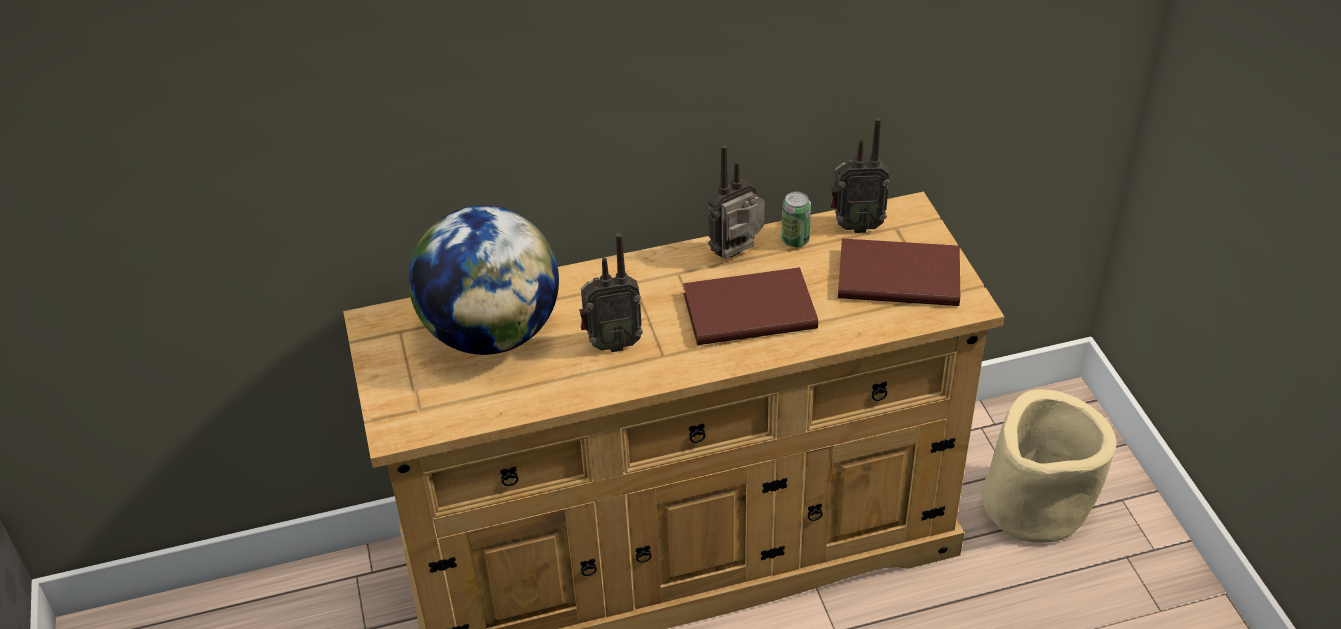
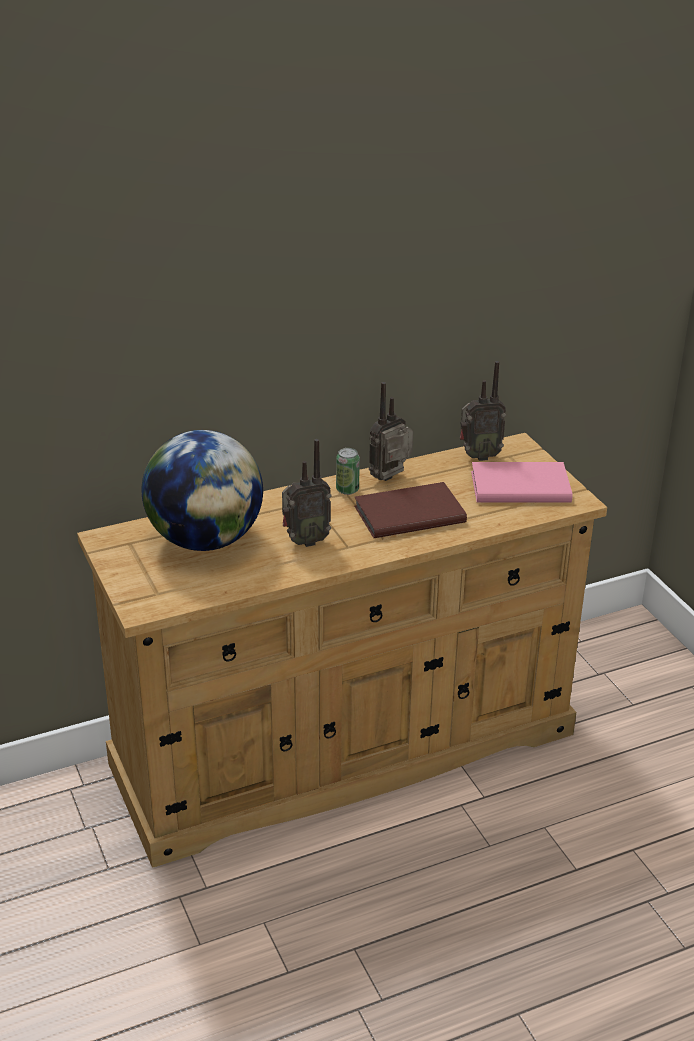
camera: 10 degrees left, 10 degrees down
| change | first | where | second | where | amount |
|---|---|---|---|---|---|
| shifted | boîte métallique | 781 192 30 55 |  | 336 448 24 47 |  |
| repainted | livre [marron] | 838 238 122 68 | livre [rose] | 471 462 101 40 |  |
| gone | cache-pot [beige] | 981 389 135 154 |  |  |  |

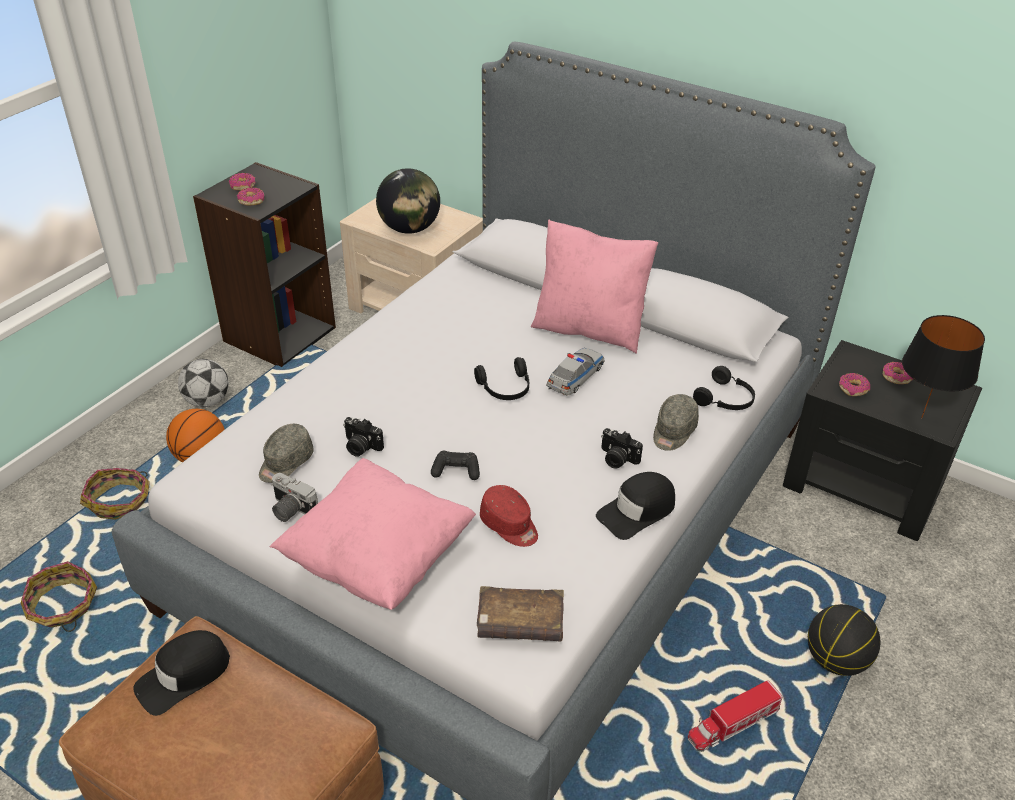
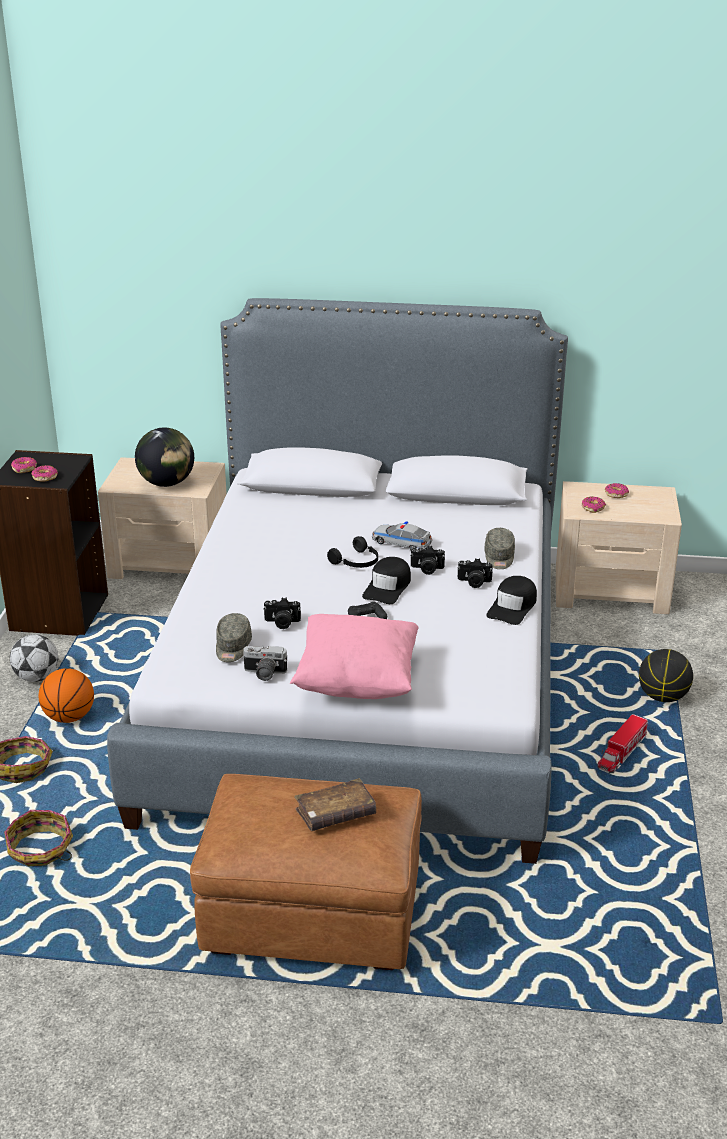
camera: 25 degrees left, 10 degrees down
| change | first | where | second | where | amount |
|---|---|---|---|---|---|
| shifted | casquette [noir] | 133 630 97 86 |  | 362 557 49 47 |  |
| shifted | livre [marron] | 477 586 87 56 |  | 294 778 82 53 |  |
| gone | casquette [rouge] | 480 485 58 62 |  |  |  |
| gone | coussin [rose] | 531 220 127 133 |  |  |  |
| rotated | petite voiture | 546 348 59 48 |  | 372 521 60 29 | 75 degrees counterclockwise |
| gone | casque audio [noir] | 693 366 62 44 |  |  |  |
| repainted | table de chevet [noir] | 783 340 199 201 | table de chevet [beige] | 556 481 126 133 |  |
| gone | lampe de table [noir] | 902 315 83 104 |  |  |  |
| new |  |  | appareil photo | 410 546 35 29 |  |

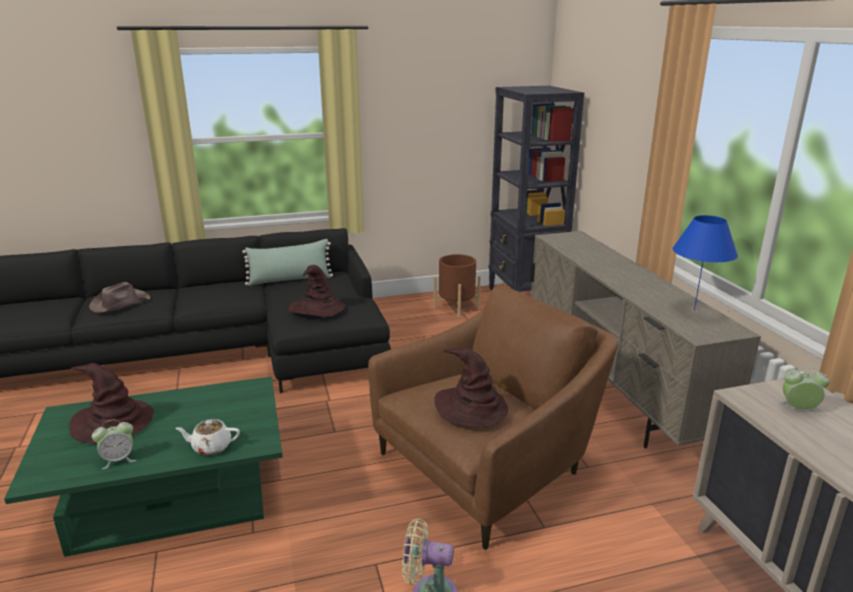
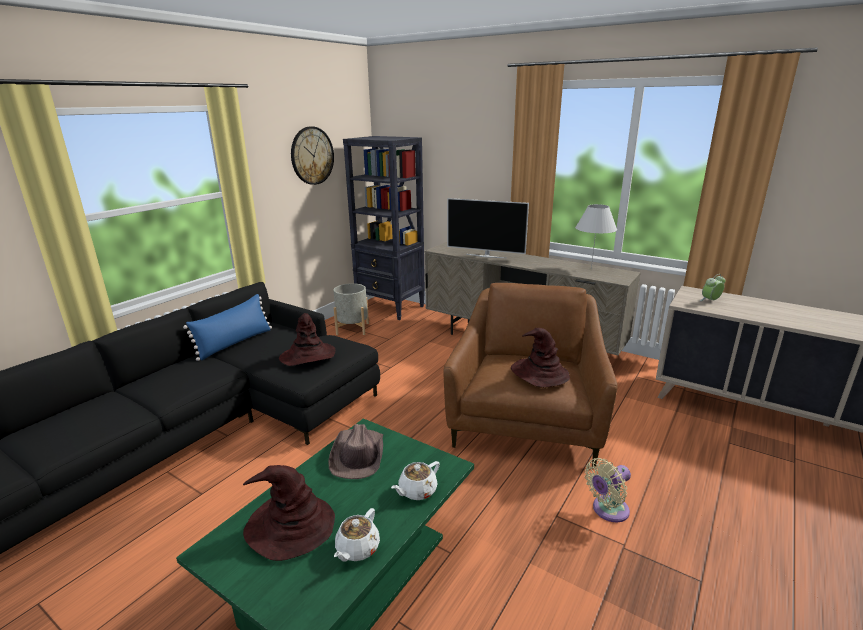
camera: 40 degrees left, 0 degrees up
| change | first | where | second | where | amount |
|---|---|---|---|---|---|
| shifted | chapeau [marron] | 89 282 62 31 |  | 328 424 55 55 |  |
| swapped | réveil | 92 419 44 50 | théière [blanc] | 334 508 46 53 |  |
| repainted | coussin [vert] | 242 239 91 47 | coussin [bleu] | 183 294 89 67 |  |
| repainted | cache-pot [marron] | 434 254 47 63 | cache-pot [gris] | 333 283 36 52 |  |
| repainted | lampe de table [bleu] | 673 215 65 95 | lampe de table [blanc] | 575 204 42 65 |  |
| new |  |  | horloge murale | 291 126 43 59 |  |
| new |  |  | téléviseur | 447 198 82 60 |  |

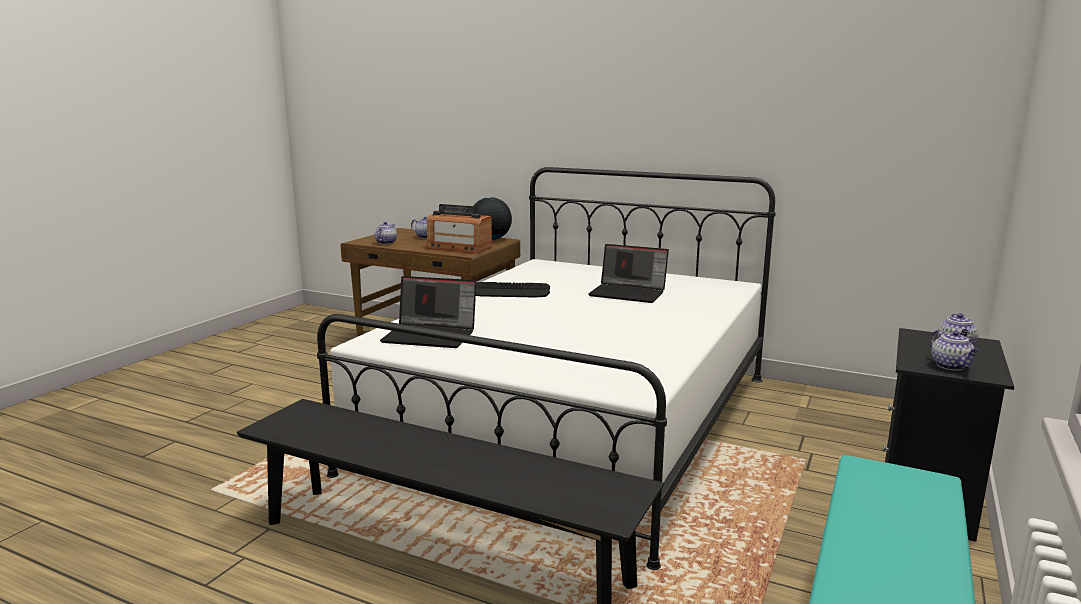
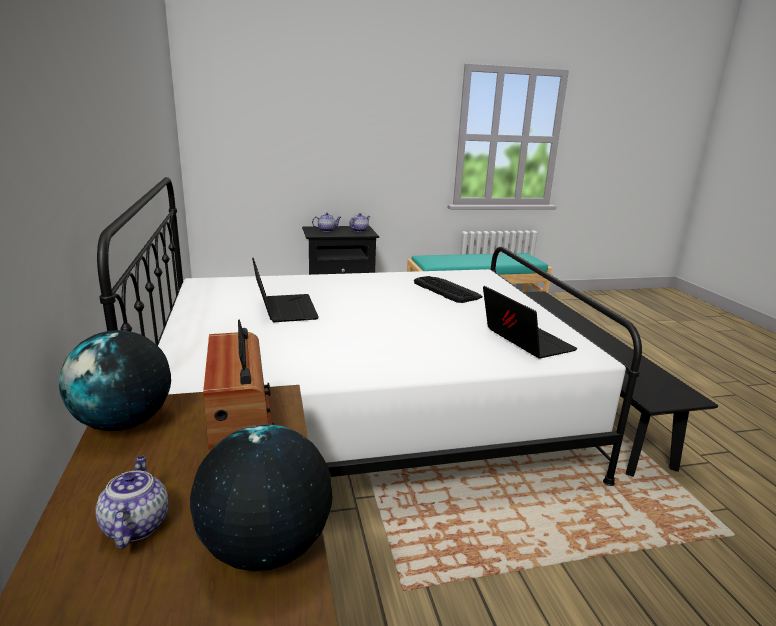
camera: 130 degrees left, 5 degrees up
| change | first | where | second | where | amount |
|---|---|---|---|---|---|
| swapped | théière | 374 222 23 22 | globe | 190 424 142 148 |  |
| shifted | clavier | 476 282 74 16 |  | 414 276 69 27 |  |

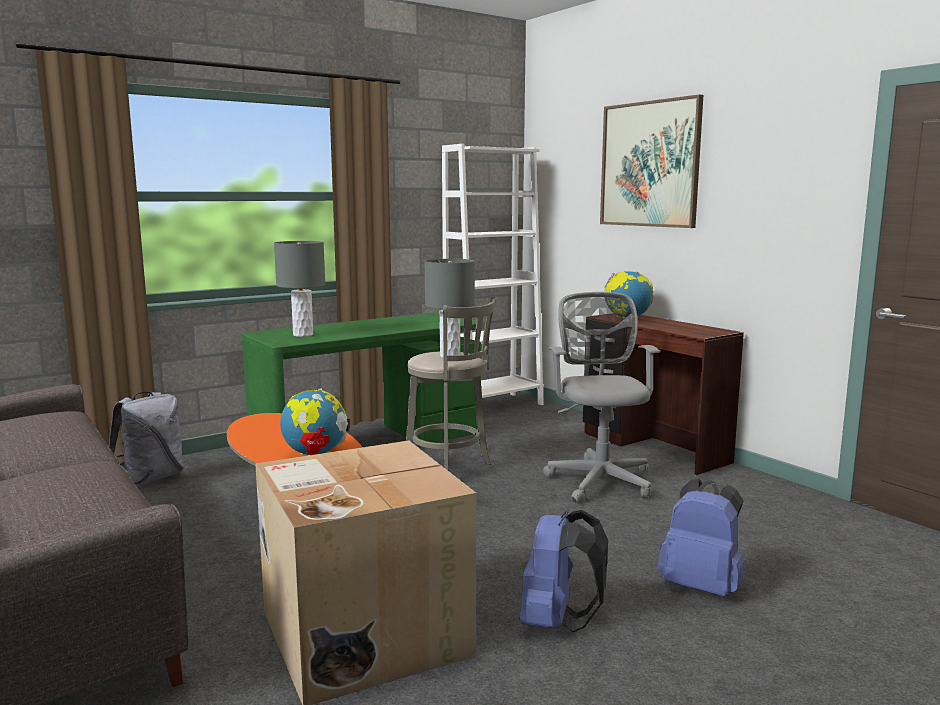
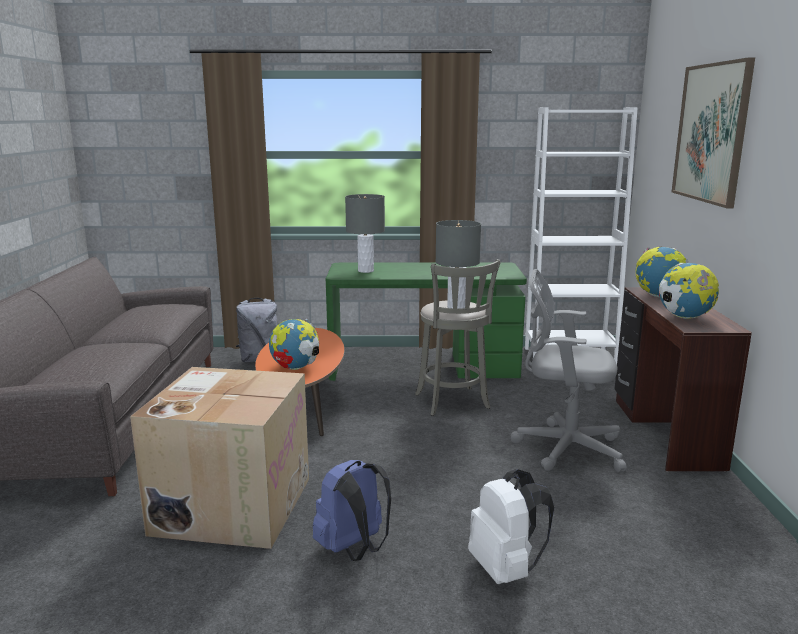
camera: 35 degrees right, 5 degrees up
| change | first | where | second | where | amount |
|---|---|---|---|---|---|
| rotated | chaise de bureau [gris] | 543 292 118 212 |  | 510 269 117 203 | 105 degrees counterclockwise |
| repainted | sac à dos [bleu] | 658 479 86 118 | sac à dos [blanc] | 468 469 86 115 |  |
| new |  |  | globe | 659 263 60 56 |  |

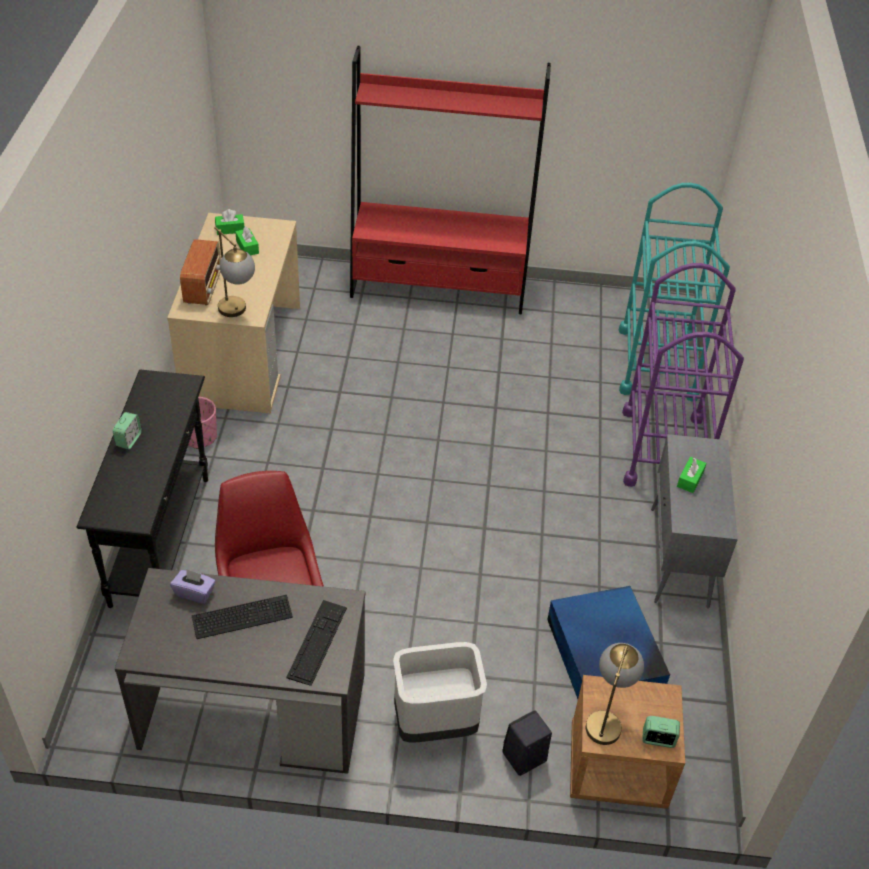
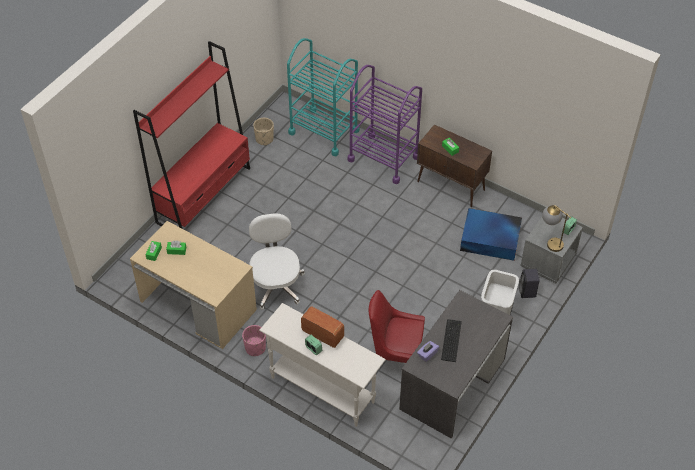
camera: 60 degrees left, 5 degrees up
| change | first | where | second | where | amount |
|---|---|---|---|---|---|
| repainted | table console [noir] | 77 369 131 239 | table console [blanc] | 259 303 127 124 |  |
| shifted | radio | 180 239 41 66 |  | 301 306 43 42 |  |
| gone | lampe de table | 214 227 41 90 |  |  |  |
| gone | clavier | 286 600 61 86 |  |  |  |
| repainted | table de chevet [marron] | 570 675 115 134 | table de chevet [gris] | 520 217 63 66 |  |
| repainted | meuble de rangement [gris] | 651 434 87 174 | meuble de rangement [marron] | 417 124 75 83 |  |
| new |  |  | chaise de bureau [blanc] | 249 213 56 96 |  |
| new |  |  | cache-pot [beige] | 253 118 21 28 |  |

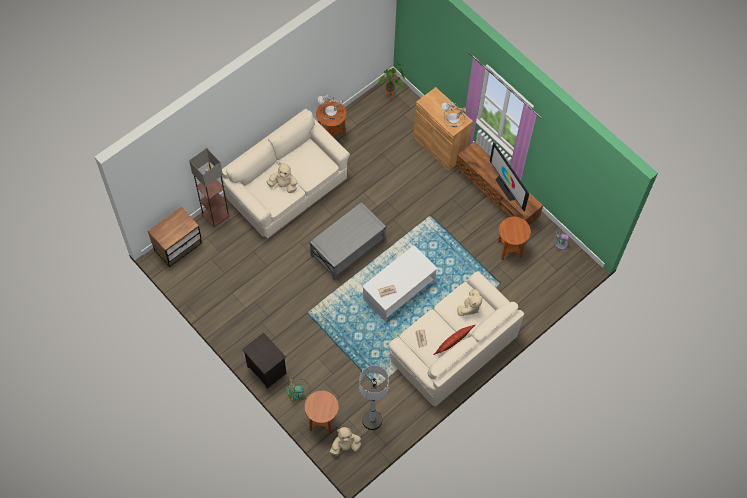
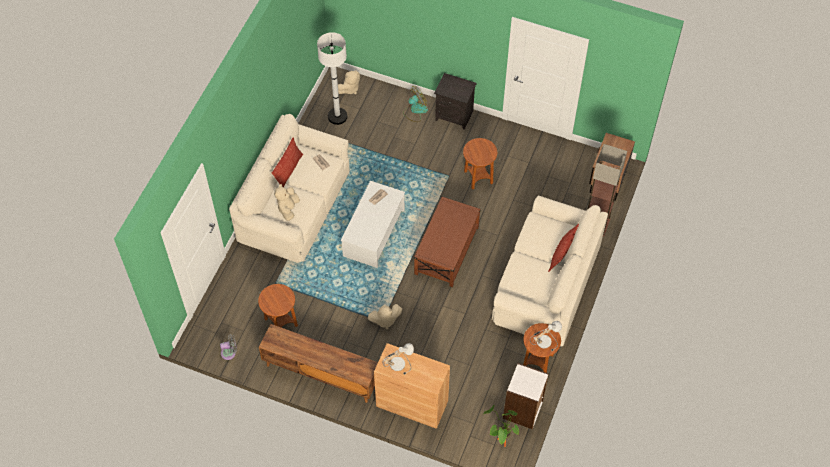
camera: 155 degrees right, 5 degrees down
| change | first | where | second | where | amount |
|---|---|---|---|---|---|
| shifted | peluche [beige] | 266 163 31 30 |  | 368 304 34 25 |  |
| shifted | table d'appoint [marron] | 304 391 35 43 |  | 463 138 34 51 |  |
| repainted | table basse [gris] | 310 202 76 78 | table basse [marron] | 414 196 67 91 |  |
| gone | téléviseur | 490 142 39 70 |  |  |  |
| new |  |  | bibliothèque [blanc] | 503 363 46 66 |  |
| new |  |  | coussin | 548 224 31 48 |  |

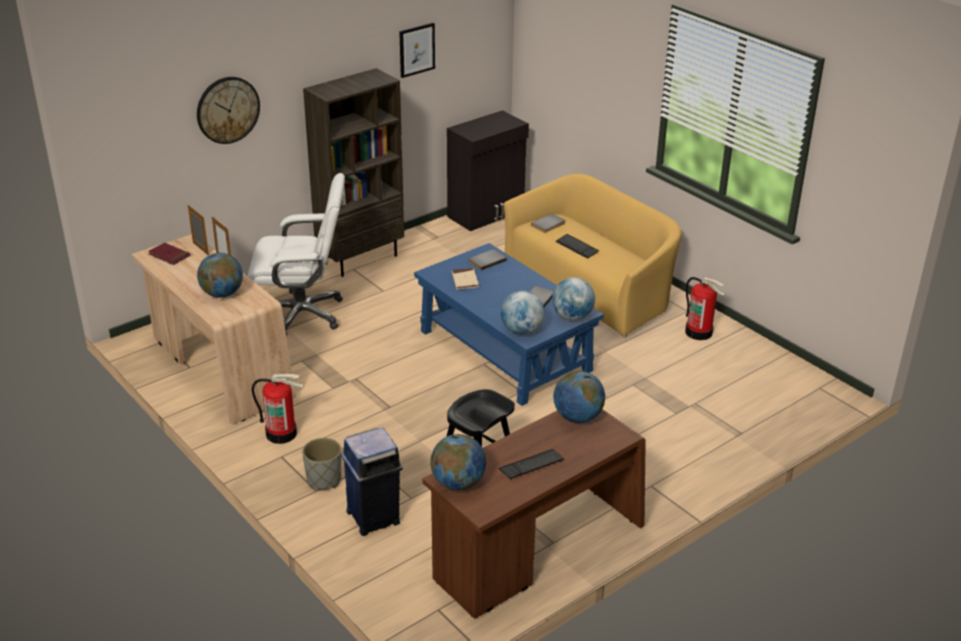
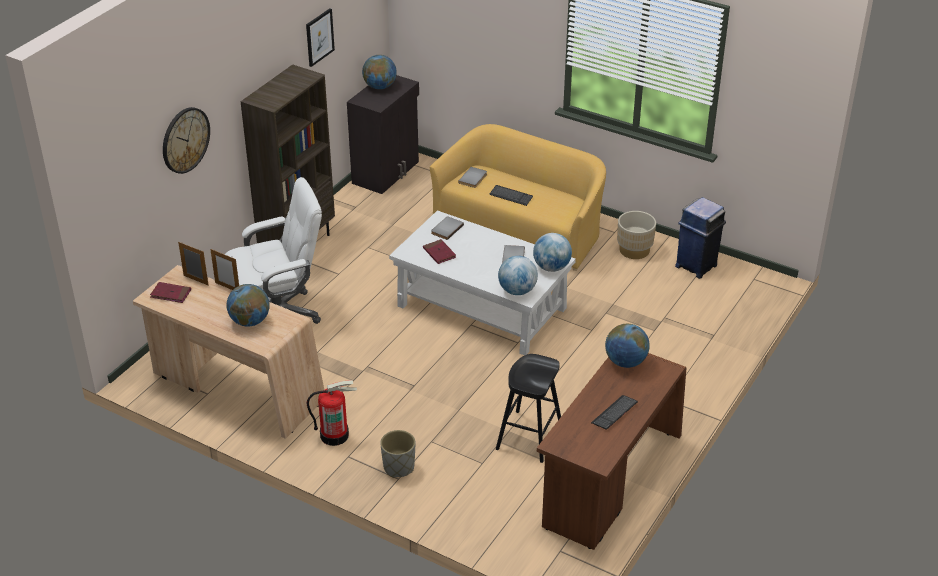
camera: 20 degrees left, 5 degrees up
| change | first | where | second | where | amount |
|---|---|---|---|---|---|
| shifted | poubelle [bleu] | 341 428 62 108 |  | 675 197 51 82 |  |
| repainted | table basse [bleu] | 414 243 190 163 | table basse [blanc] | 389 210 187 146 |  |
| shifted | globe | 430 434 56 56 |  | 362 55 35 34 |  |
| repainted | livre [beige] | 452 268 27 21 | livre [rouge] | 423 239 33 25 |  |
| swapped | extincteur | 685 277 40 63 | cache-pot [beige] | 617 211 39 48 |  |

